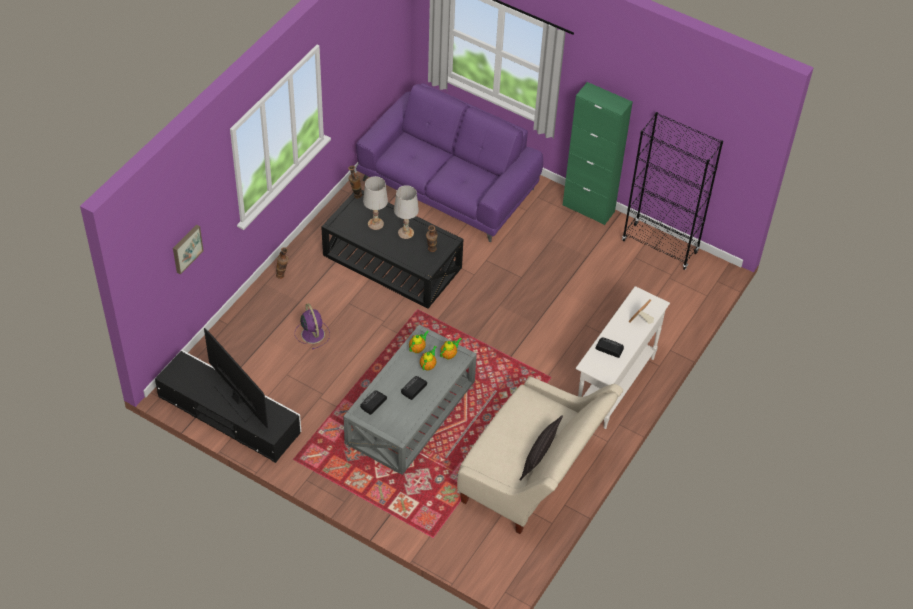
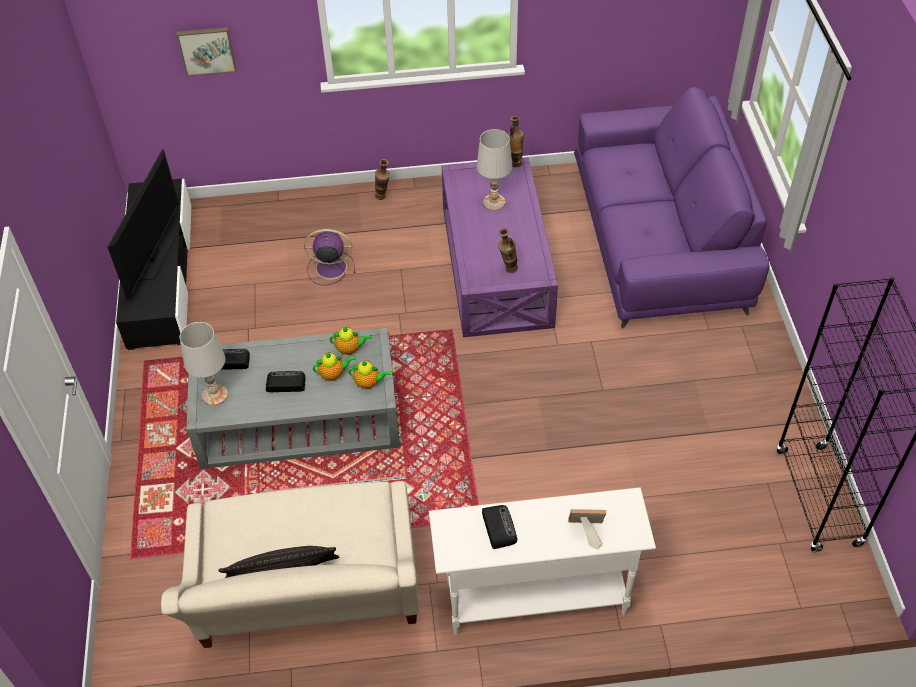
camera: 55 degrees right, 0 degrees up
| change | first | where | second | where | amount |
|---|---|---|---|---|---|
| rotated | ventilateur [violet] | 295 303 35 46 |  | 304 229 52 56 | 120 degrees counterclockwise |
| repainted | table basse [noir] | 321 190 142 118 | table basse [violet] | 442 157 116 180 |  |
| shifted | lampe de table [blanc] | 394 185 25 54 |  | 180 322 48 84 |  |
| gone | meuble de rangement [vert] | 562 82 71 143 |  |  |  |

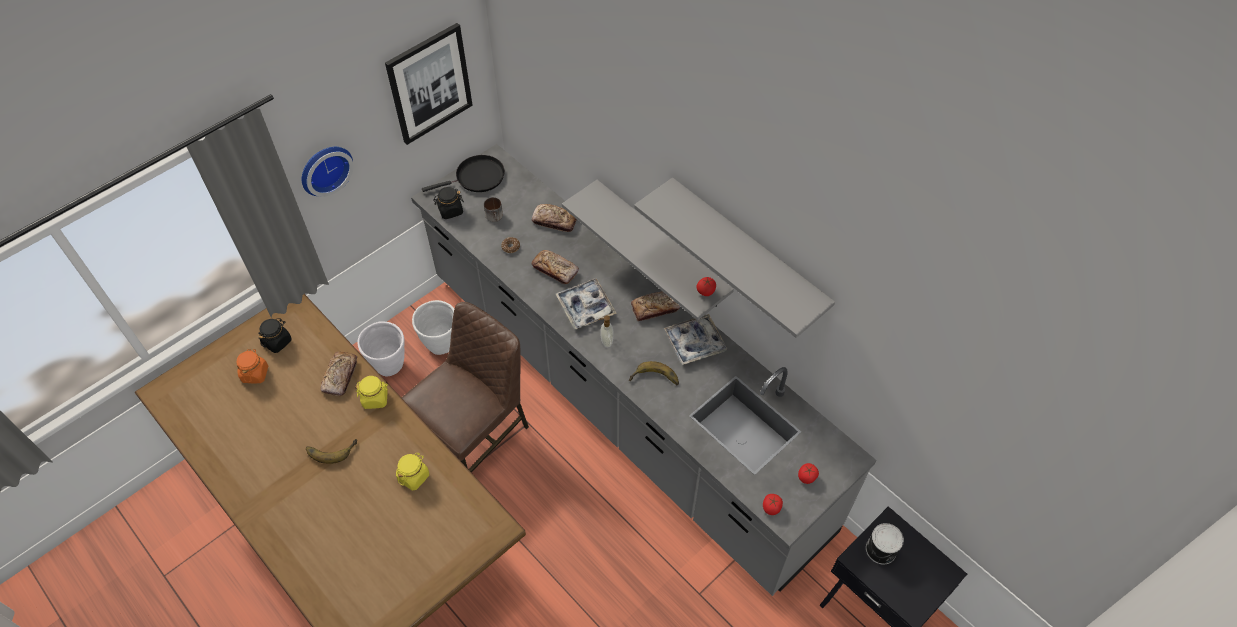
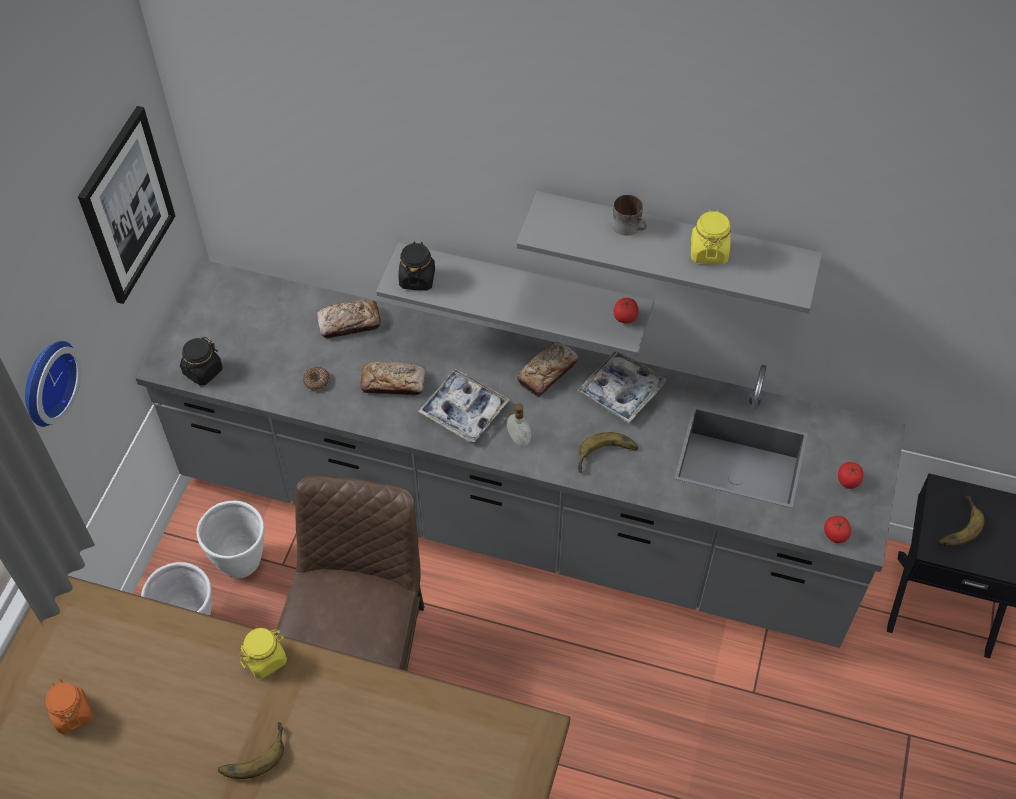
camera: 30 degrees left, 0 degrees up
| change | first | where | second | where | amount |
|---|---|---|---|---|---|
| shifted | bocal [noir] | 258 318 33 35 |  | 398 241 37 50 |  |
| gone | pain | 320 352 37 44 |  |  |  |
| shifted | bocal [jaune] | 396 453 33 38 |  | 691 210 40 54 |  |
| gone | poêle [noir] | 422 155 83 37 |  |  |  |
| shifted | mug | 484 197 19 25 |  | 612 195 35 41 |  |
| swapped | boîte métallique | 866 523 38 41 | banane | 937 495 47 52 |  |

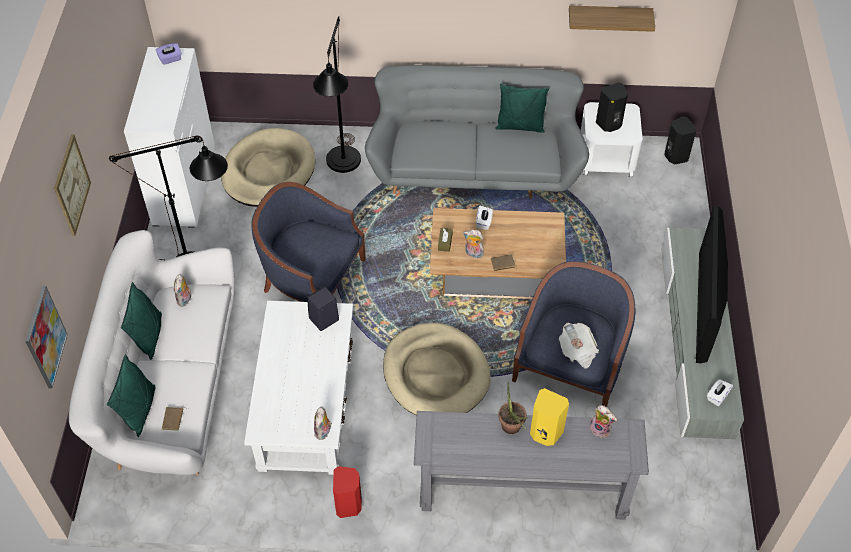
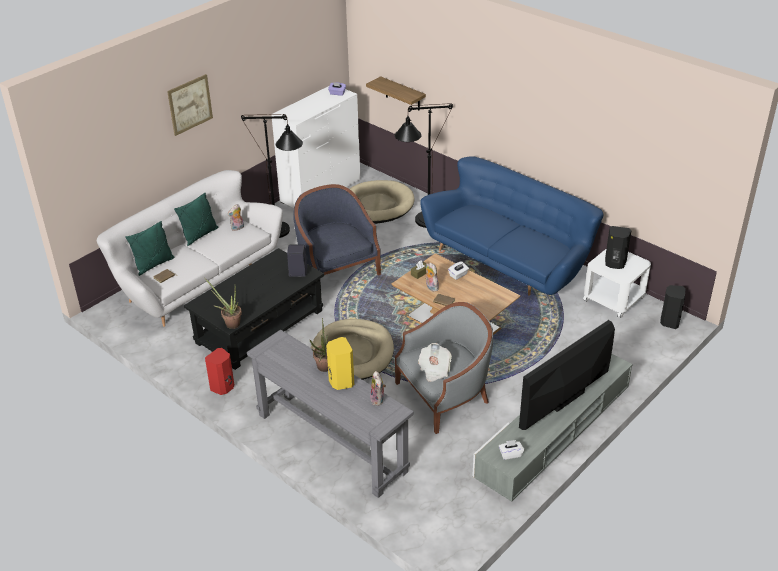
camera: 40 degrees right, 15 degrees down
| change | first | where | second | where | amount |
|---|---|---|---|---|---|
| gone | tableau | 25 286 43 103 |  |  |  |
| repainted | table basse [blanc] | 244 301 109 174 | table basse [noir] | 184 248 140 122 |  |
| swapped | peluche | 314 406 18 34 | plante en pot | 205 278 37 51 |  |
| repainted | canapé [gris] | 365 65 224 134 | canapé [bleu] | 420 156 184 139 |  |
| gone | coussin [vert] | 495 84 54 49 |  |  |  |
| repainted | fauteuil [bleu] | 512 261 123 146 | fauteuil [gris] | 395 302 98 132 |  |
| shifted | étagère | 569 6 86 26 |  | 366 76 60 35 |  |

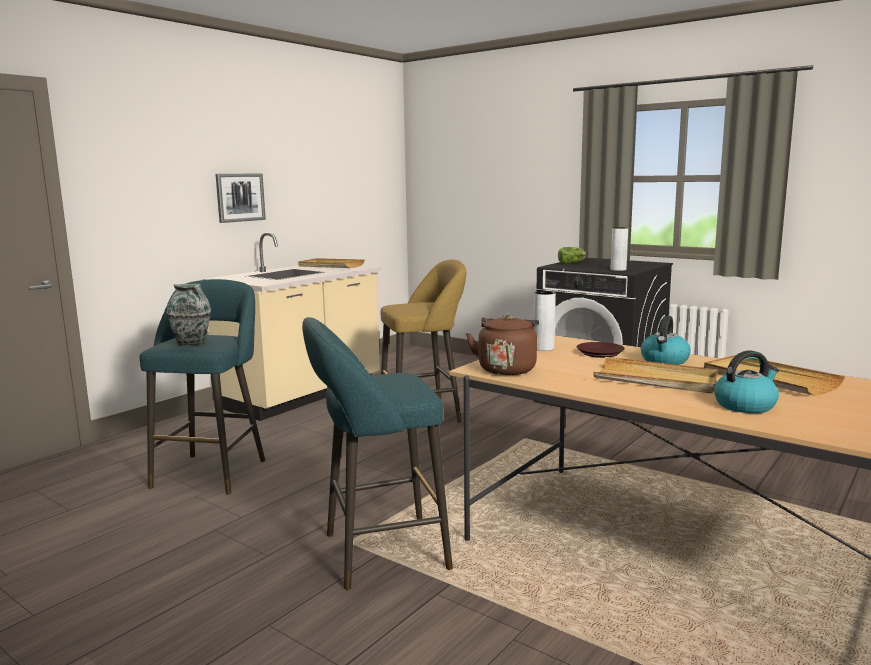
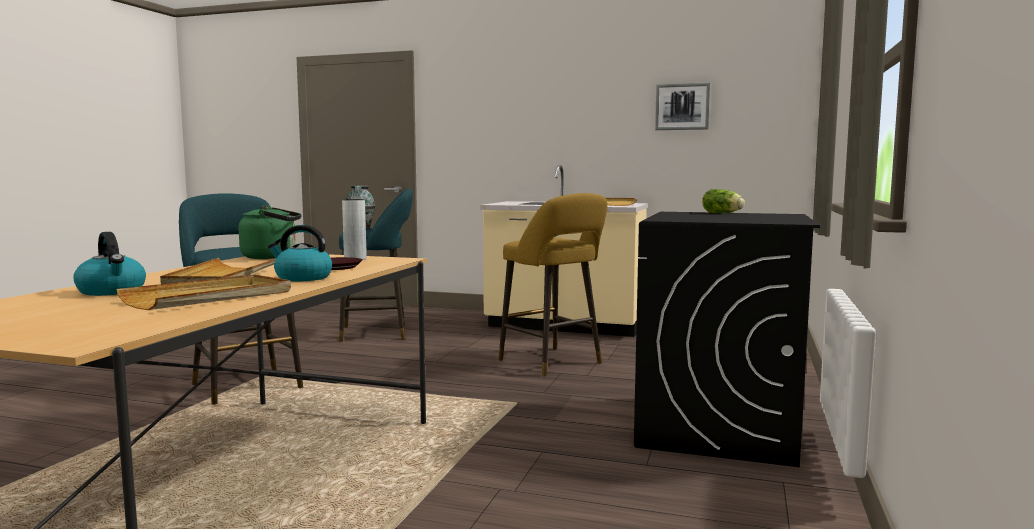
camera: 70 degrees right, 5 degrees down
| change | first | where | second | where | amount |
|---|---|---|---|---|---|
| shifted | tableau | 216 173 50 50 |  | 655 83 55 47 |  |
| repainted | bouilloire [marron] | 466 315 73 60 | bouilloire [vert] | 239 205 63 54 |  |
| gone | vase [gris] | 611 227 17 44 |  |  |  |

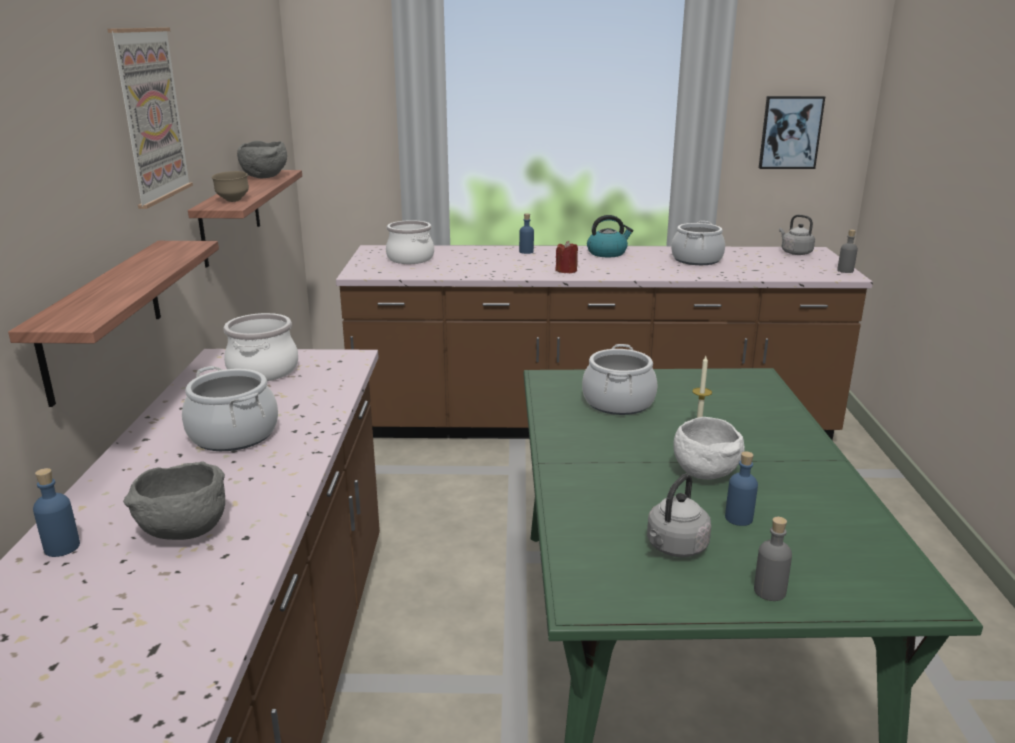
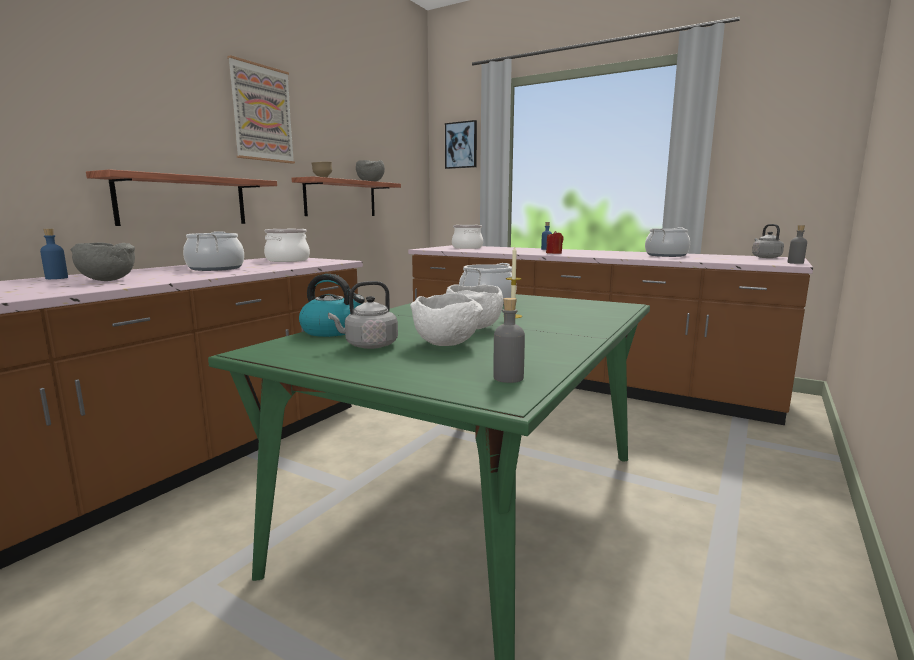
camera: 30 degrees right, 10 degrees down
| change | first | where | second | where | amount |
|---|---|---|---|---|---|
| shifted | bouilloire | 587 215 47 42 |  | 299 274 66 63 |  |
| swapped | bouteille [bleu] | 725 451 33 75 | bol [blanc] | 410 293 73 53 |  |
| shifted | bouteille [gris] | 754 517 38 84 |  | 493 298 32 85 |  |
| shifted | tableau | 759 96 66 73 |  | 445 120 32 49 |  |

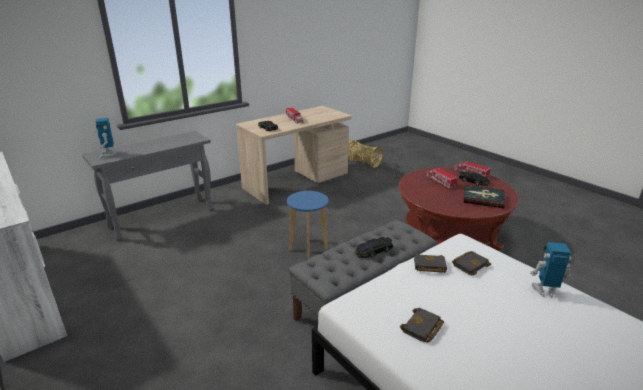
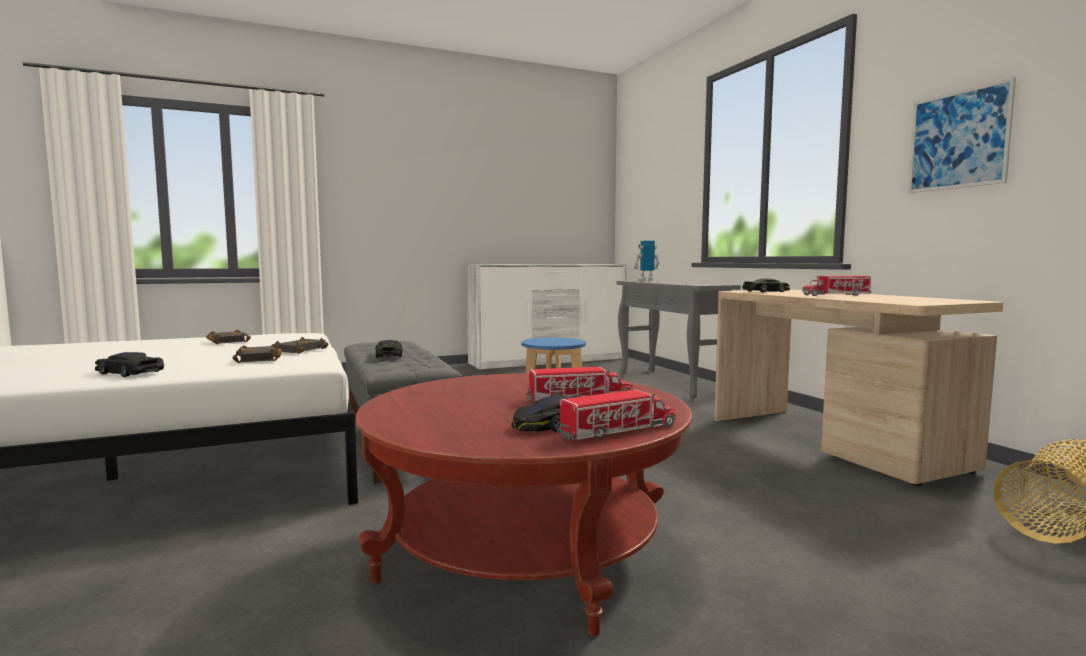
camera: 105 degrees right, 20 degrees down
| change | first | where | second | where | amount |
|---|---|---|---|---|---|
| gone | livre | 463 185 42 23 |  |  |  |
| swapped | robot jouet | 530 242 42 56 | petite voiture [noir] | 95 352 69 25 |  |
| new |  |  | tableau | 908 77 108 116 |  |

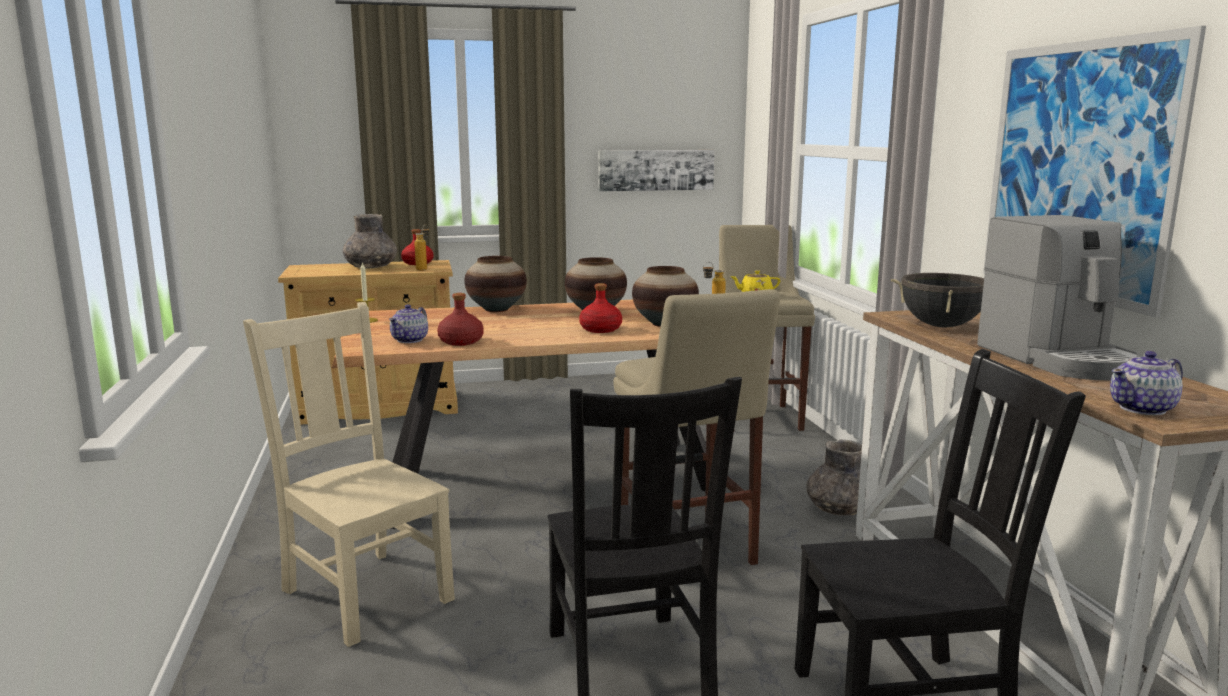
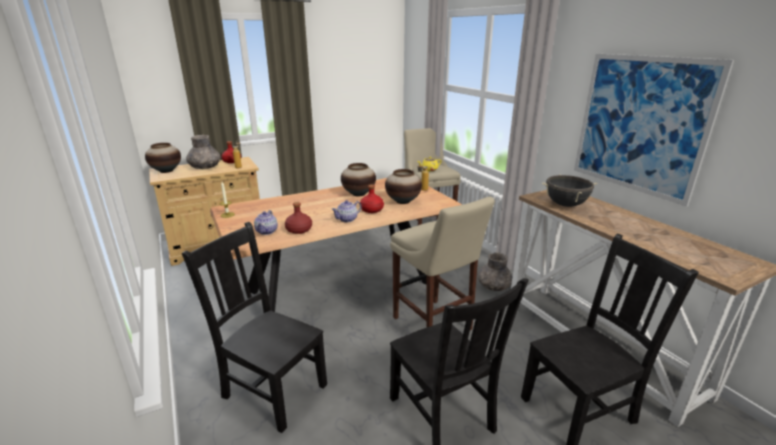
camera: 15 degrees left, 10 degrees up
| change | first | where | second | where | amount |
|---|---|---|---|---|---|
| repainted | chaise [beige] | 243 302 212 345 | chaise [noir] | 182 222 145 211 |  |
| shifted | vase | 464 256 63 56 |  | 145 143 36 30 |  |
| gone | tableau | 598 150 116 41 |  |  |  |
| gone | machine à café | 977 215 164 165 |  |  |  |
| shifted | théière | 1110 351 73 64 |  | 331 200 31 22 |  |

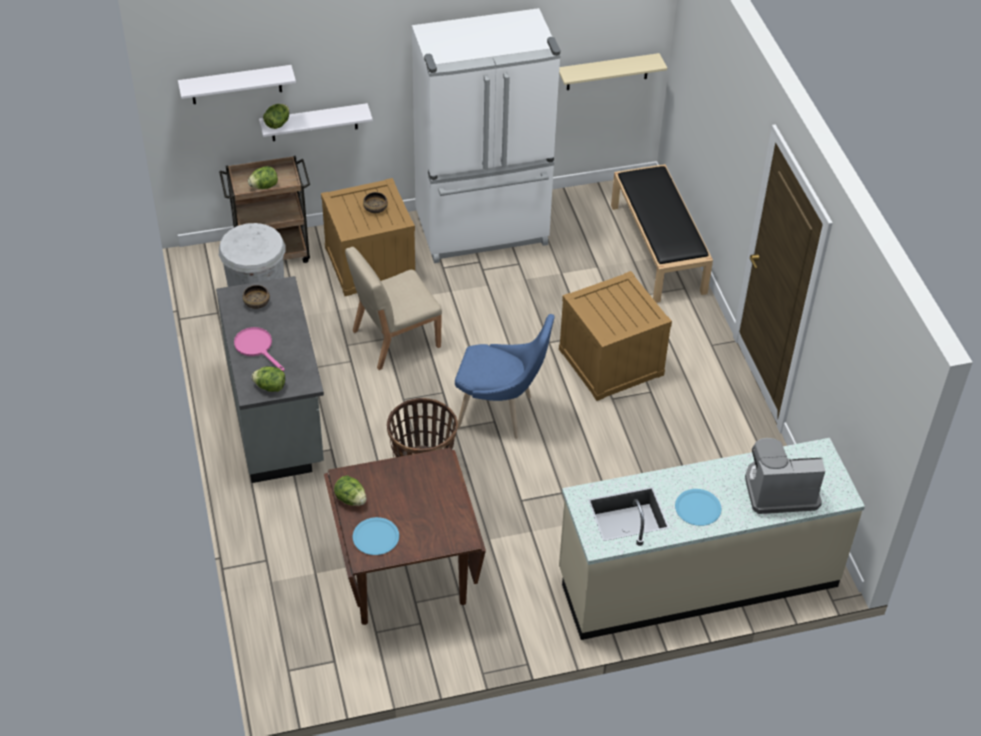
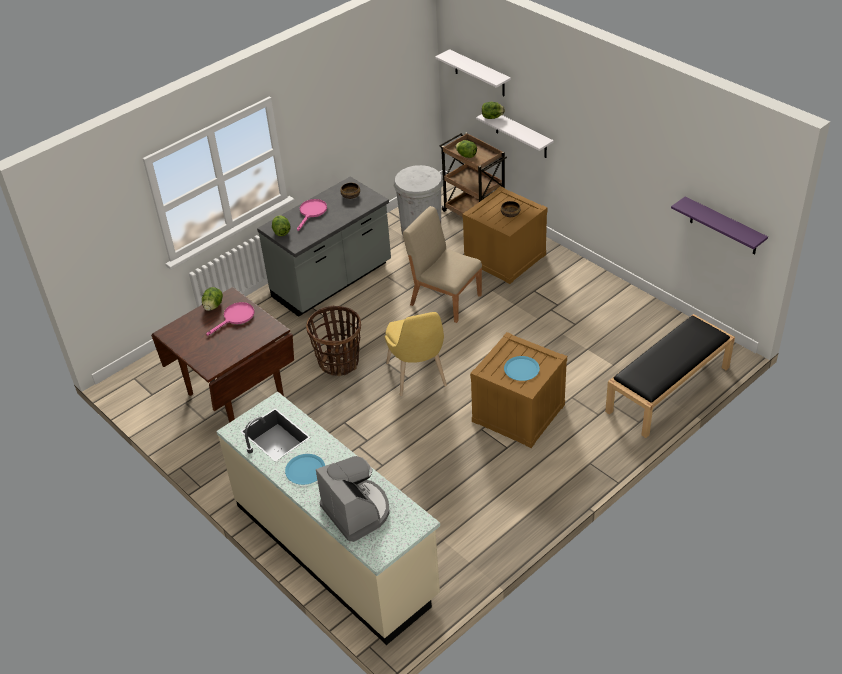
camera: 65 degrees right, 5 degrees down
| change | first | where | second | where | amount |
|---|---|---|---|---|---|
| shifted | assiette [bleu] | 353 517 46 38 |  | 504 356 36 25 |  |
| gone | réfrigérateur [blanc] | 412 8 149 255 |  |  |  |
| repainted | chaise [bleu] | 455 314 100 125 | chaise [jaune] | 385 312 62 84 |  |
| repainted | étagère [beige] | 559 53 108 37 | étagère [violet] | 671 196 97 59 |  |
| new |  |  | poêle [rose] | 206 302 48 33 |  |

